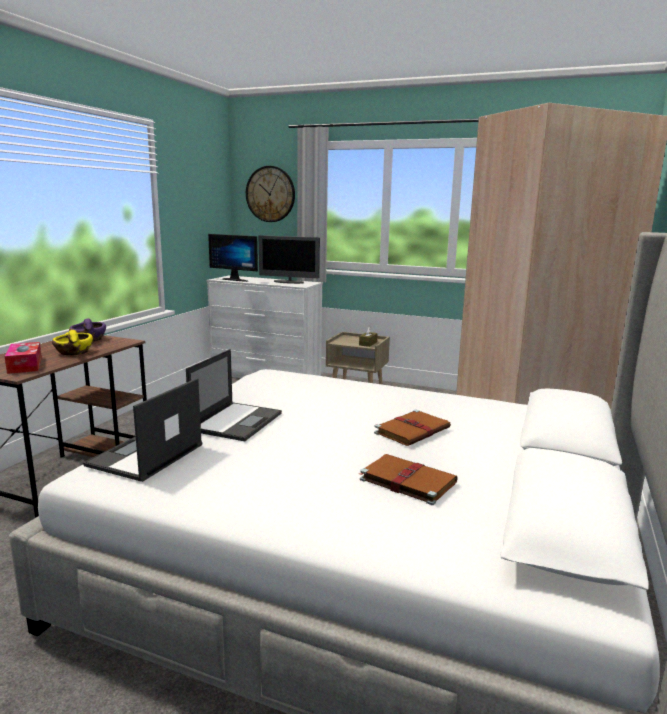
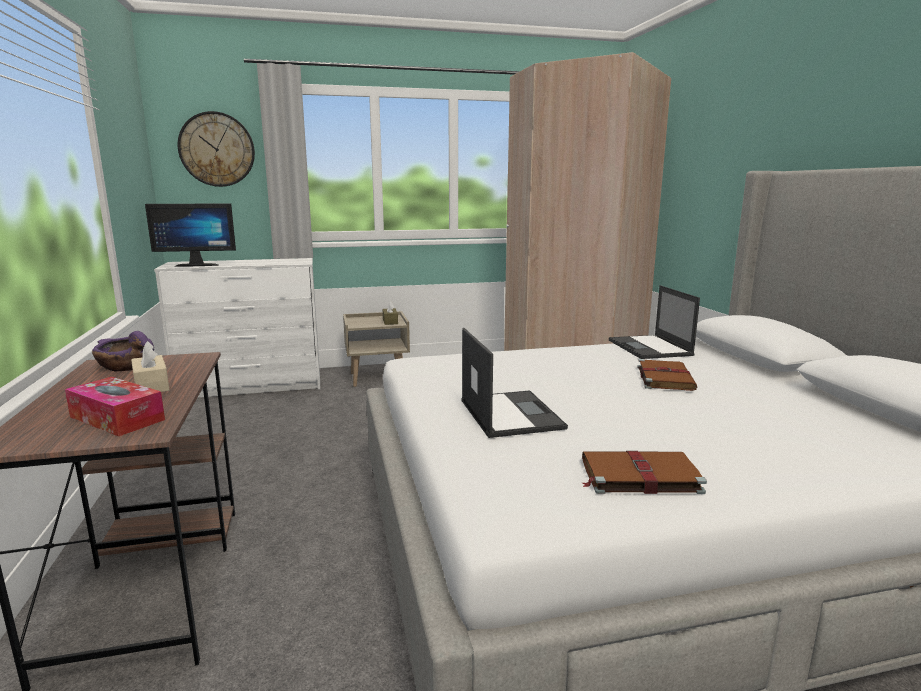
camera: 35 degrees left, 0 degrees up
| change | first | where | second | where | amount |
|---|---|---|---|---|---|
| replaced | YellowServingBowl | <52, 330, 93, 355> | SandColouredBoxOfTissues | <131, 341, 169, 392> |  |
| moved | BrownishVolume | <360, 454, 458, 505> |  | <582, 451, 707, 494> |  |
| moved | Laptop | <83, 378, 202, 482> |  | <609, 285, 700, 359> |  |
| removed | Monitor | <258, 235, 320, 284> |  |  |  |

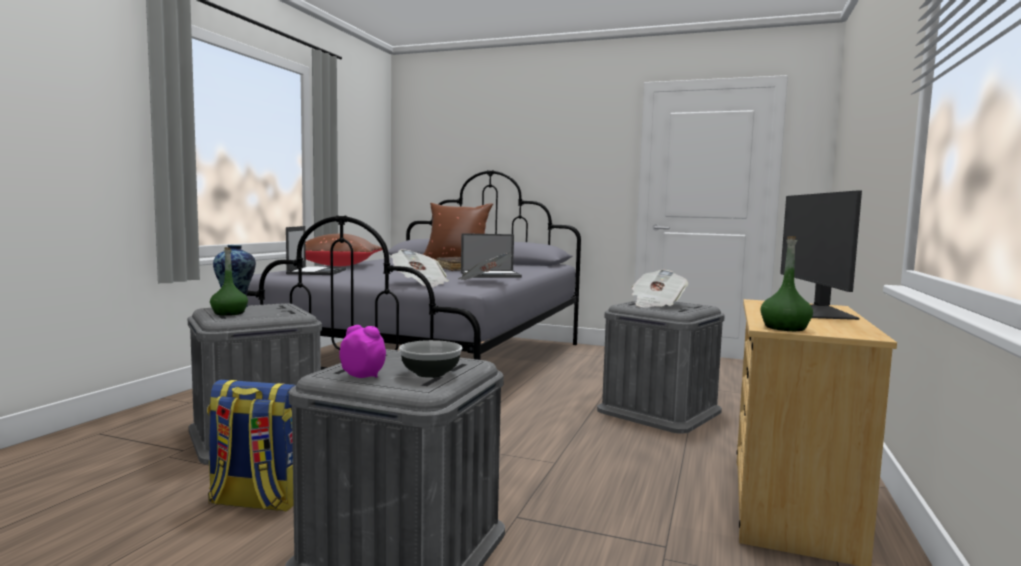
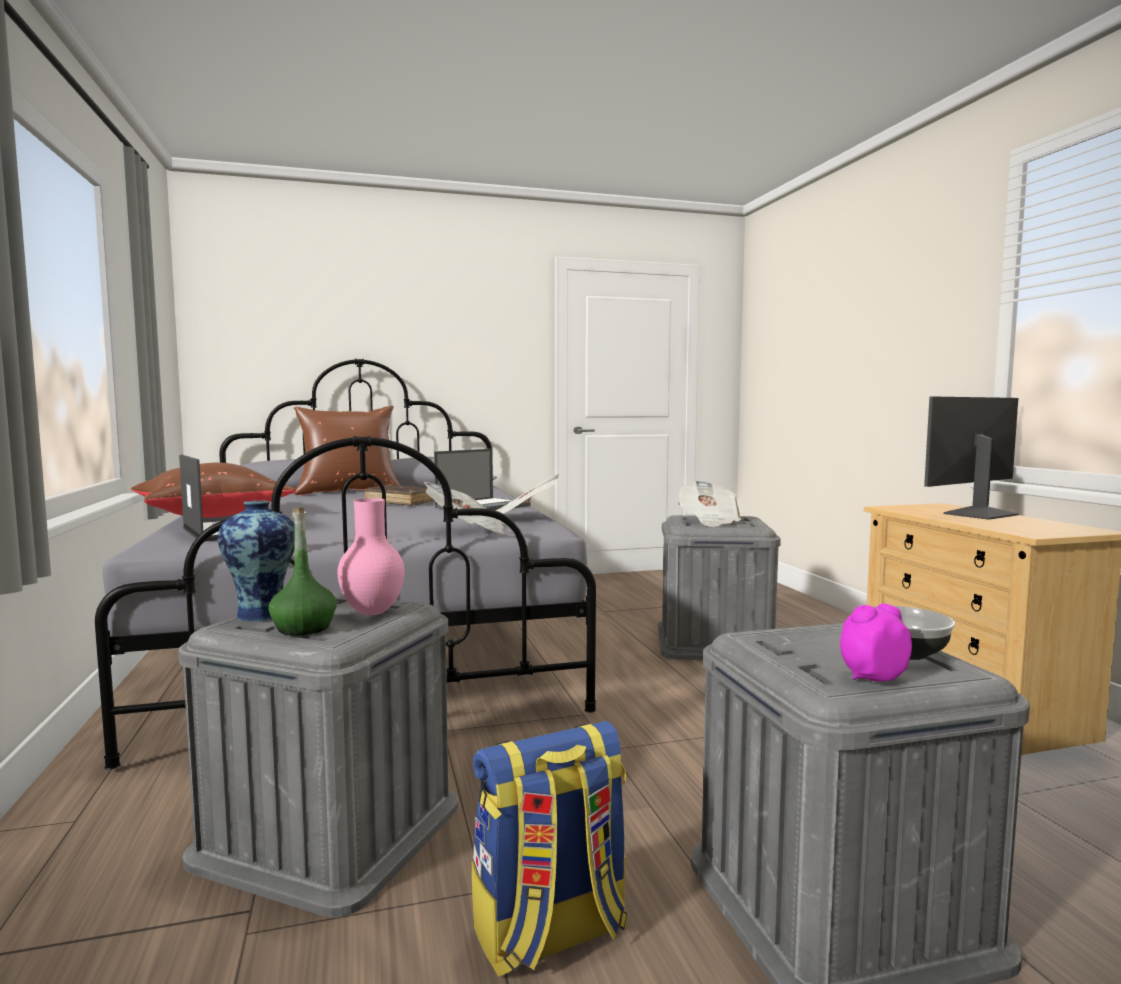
camera: 35 degrees left, 0 degrees up
| change | first | where | second | where | amount |
|---|---|---|---|---|---|
| added |  |  | PinkVase | <337, 498, 405, 615> |  |
| turned | Monitor | <780, 190, 862, 320> |  | <924, 396, 1019, 520> | 90 degrees clockwise |
| removed | GreenishBeverageBottle | <760, 236, 813, 331> |  |  |  |

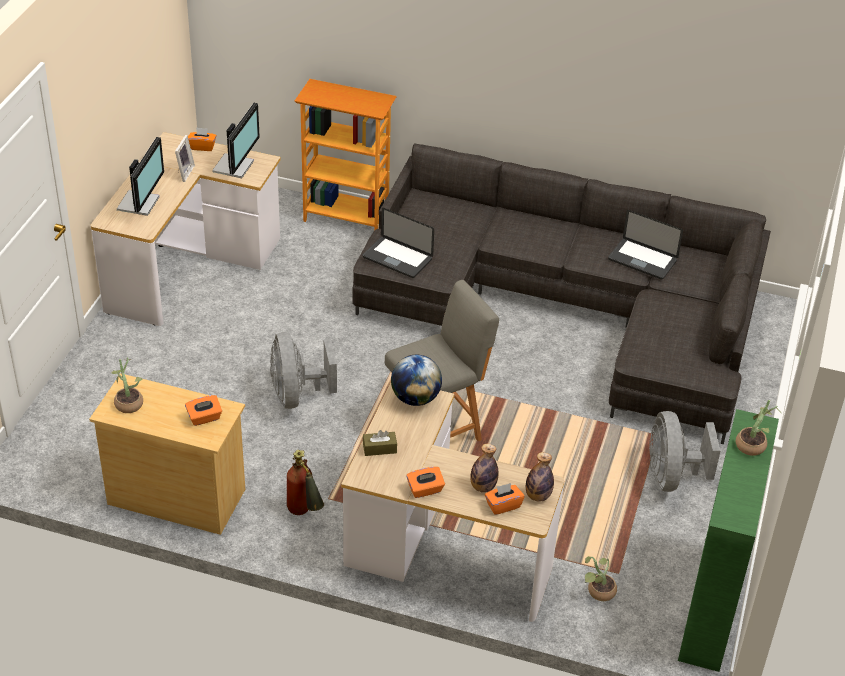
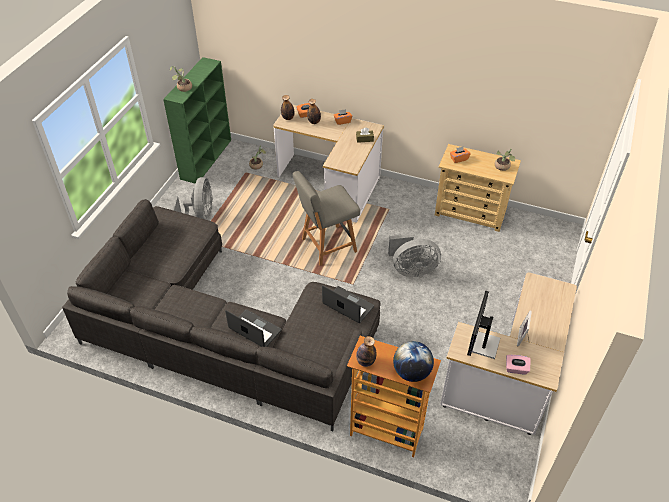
camera: 175 degrees left, 5 degrees up
| change | first | where | second | where | amount |
|---|---|---|---|---|---|
| moved | Laptop | <608, 210, 683, 280> |  | <225, 309, 281, 347> |  |
| added |  |  | BeverageBottle | <356, 336, 377, 367> |  |
| turned | GrayCoolingFan | <270, 332, 337, 409> |  | <388, 234, 441, 277> | 90 degrees clockwise |
| moved | DeskGlobe | <391, 355, 442, 406> |  | <393, 341, 434, 382> |  |
| recoloured | OrangeyBoxOfTissues | <188, 127, 217, 151> | PinkBoxOfTissues | <506, 355, 531, 375> |  |
| removed | Monitor | <117, 137, 164, 216> |  |  |  |
| removed | FireFightingCylinder | <287, 450, 324, 515> |  |  |  |

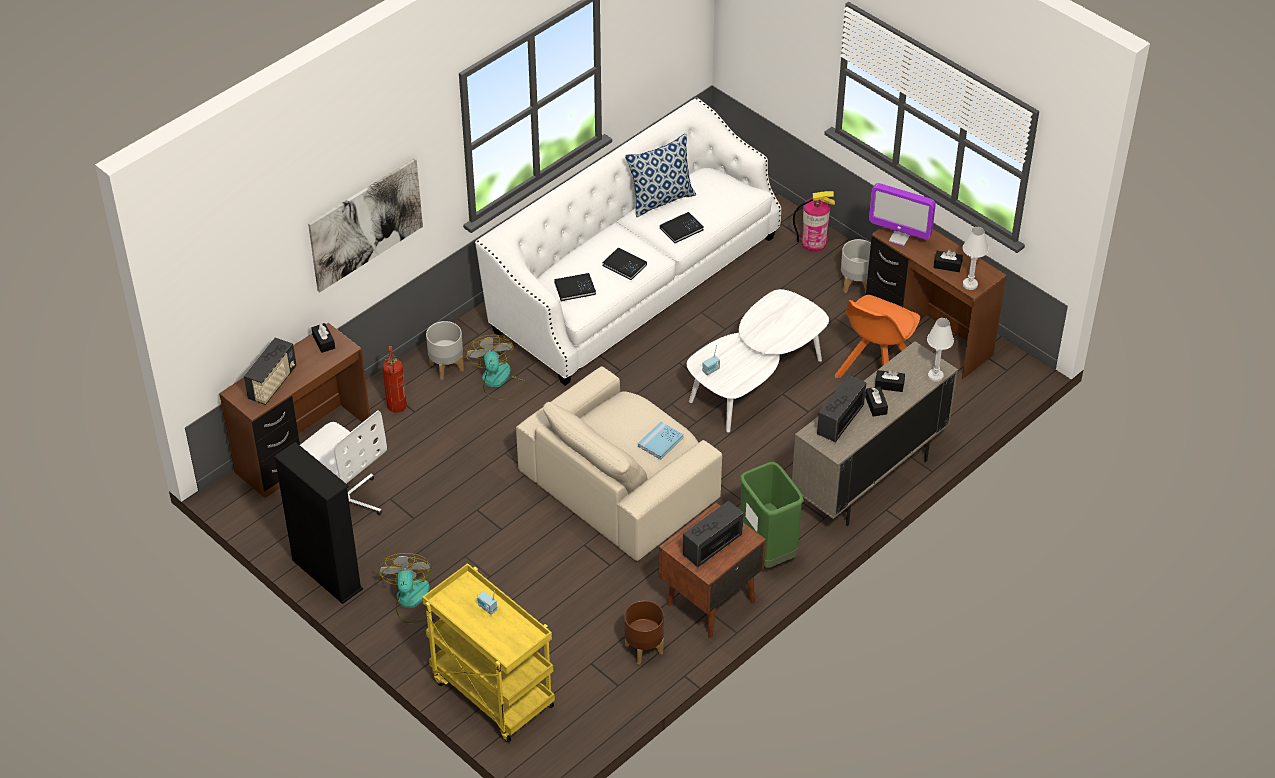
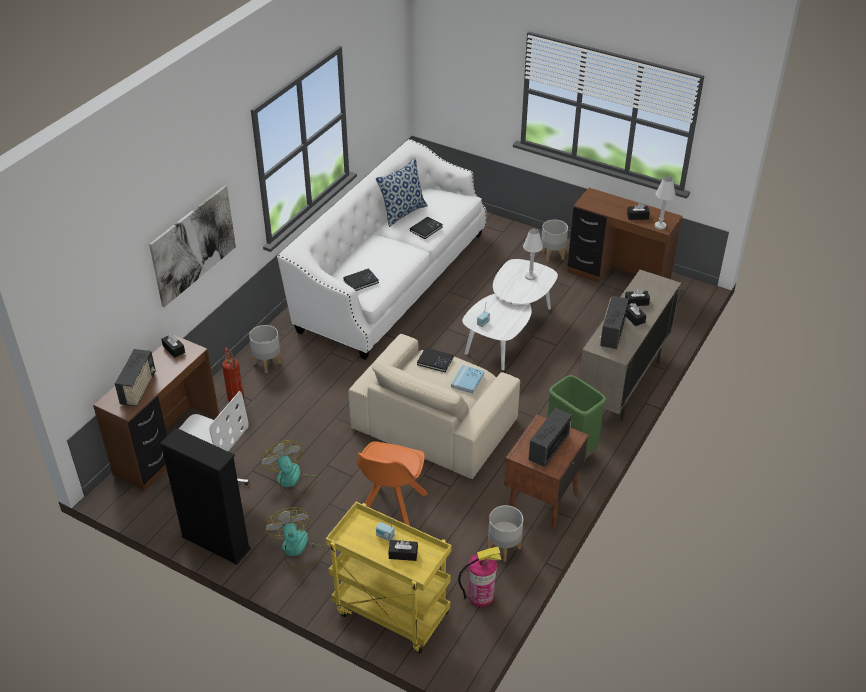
camera: 15 degrees left, 5 degrees down
| change | first | where | second | where | amount |
|---|---|---|---|---|---|
| moved | CoolingFan | <466, 335, 527, 400> |  | <261, 440, 318, 498> |  |
| moved | OrangeyPlainChair | <835, 295, 920, 378> |  | <356, 441, 428, 526> |  |
| added |  |  | BlackColouredBoxOfTissues | <388, 540, 418, 561> |  |
| moved | BlackColouredVolume | <602, 247, 647, 280> |  | <417, 348, 453, 372> |  |
| moved | FireFightingCylinder | <793, 191, 835, 252> |  | <458, 547, 502, 607> |  |
| recoloured | BrownishFlowerPot | <624, 600, 664, 664> | GrayFlowerPot | <488, 505, 523, 561> |  |
| moved | WhiteColouredLampForATable | <927, 318, 954, 382> |  | <523, 229, 543, 280> |  |
| removed | Monitor | <869, 183, 936, 246> |  |  |  |

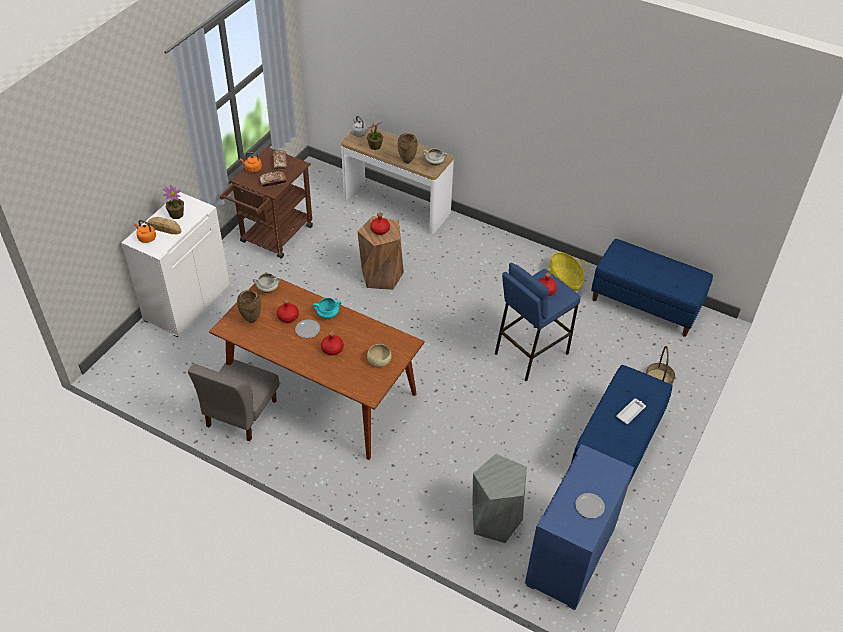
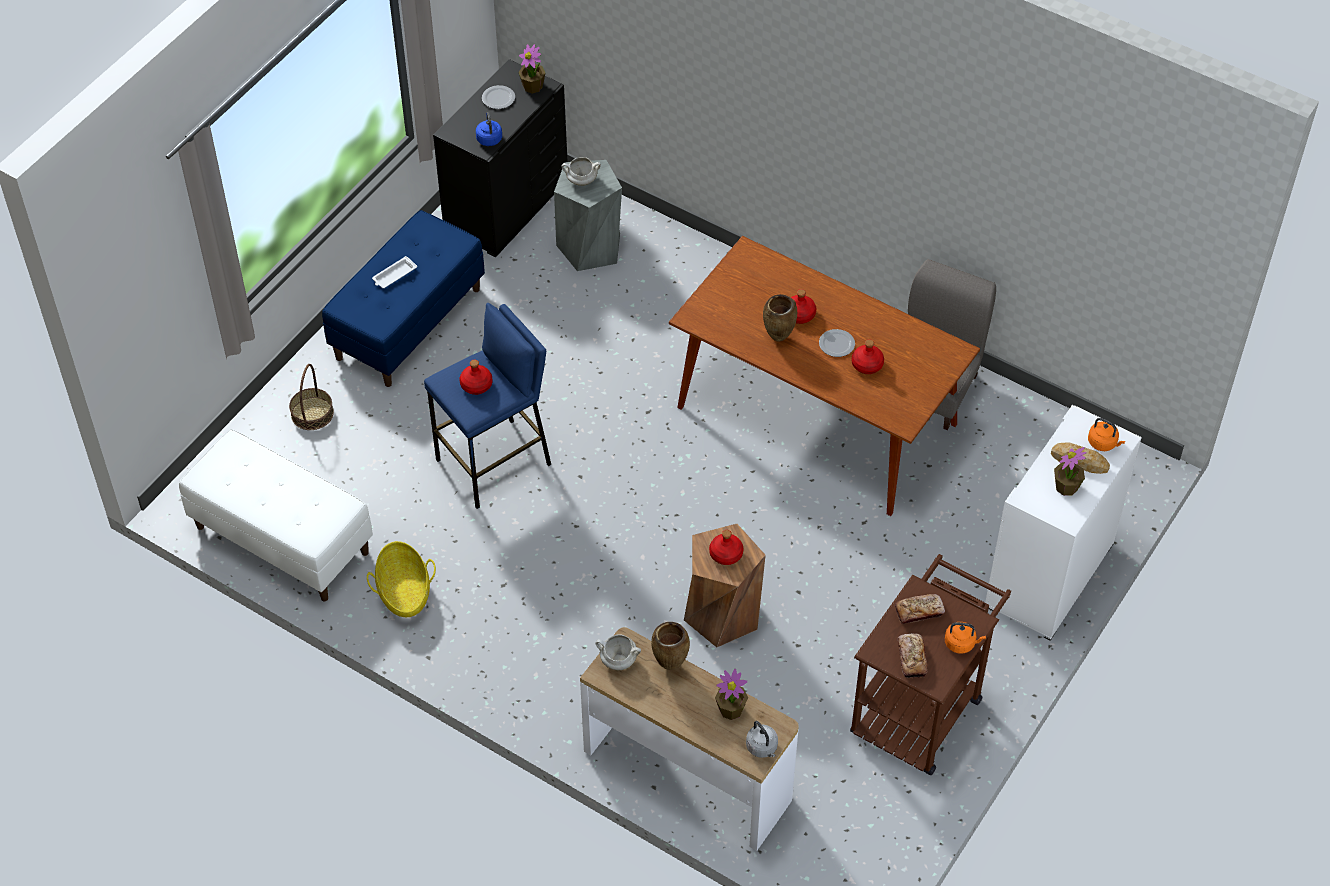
camera: 175 degrees left, 5 degrees up
| change | first | where | second | where | amount |
|---|---|---|---|---|---|
| recoloured | BlueColouredBench | <591, 239, 713, 337> | WhiteColouredBench | <179, 429, 373, 601> |  |
| recoloured | BlueColouredChestOfDrawers | <525, 444, 634, 610> | BlackColouredChestOfDrawers | <433, 59, 567, 257> |  |
| added |  |  | BlueColouredTeaKettle | <476, 112, 502, 146> |  |
| added |  |  | Houseplant | <518, 44, 545, 93> |  |
| moved | WhiteColouredSaucepot | <253, 273, 281, 293> |  | <561, 157, 601, 186> |  |
| moved | BrownishVase | <237, 290, 261, 323> |  | <763, 294, 797, 342> |  |
| removed | BlueGreenSaucepot | <313, 298, 341, 319> |  |  |  |
| removed | SandColouredServingBowl | <367, 344, 392, 367> |  |  |  |

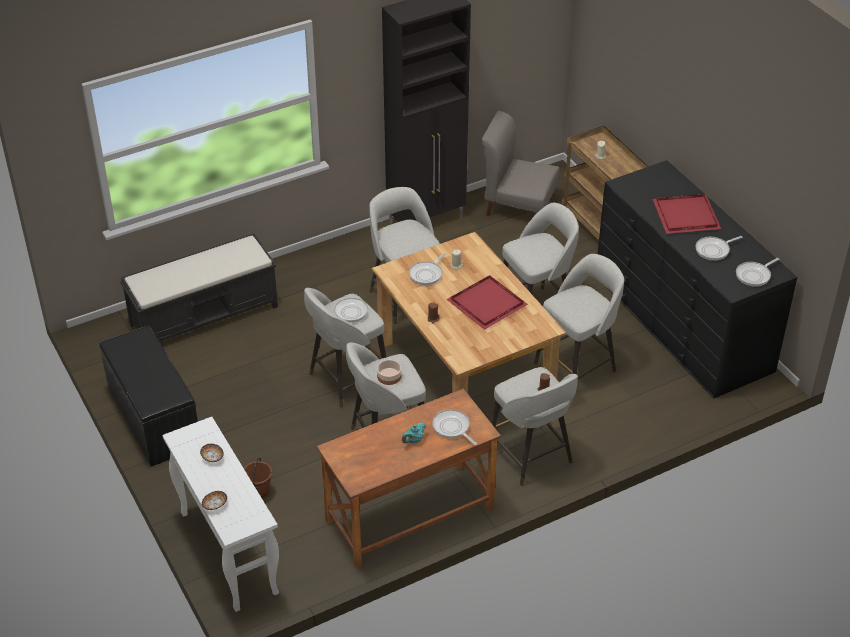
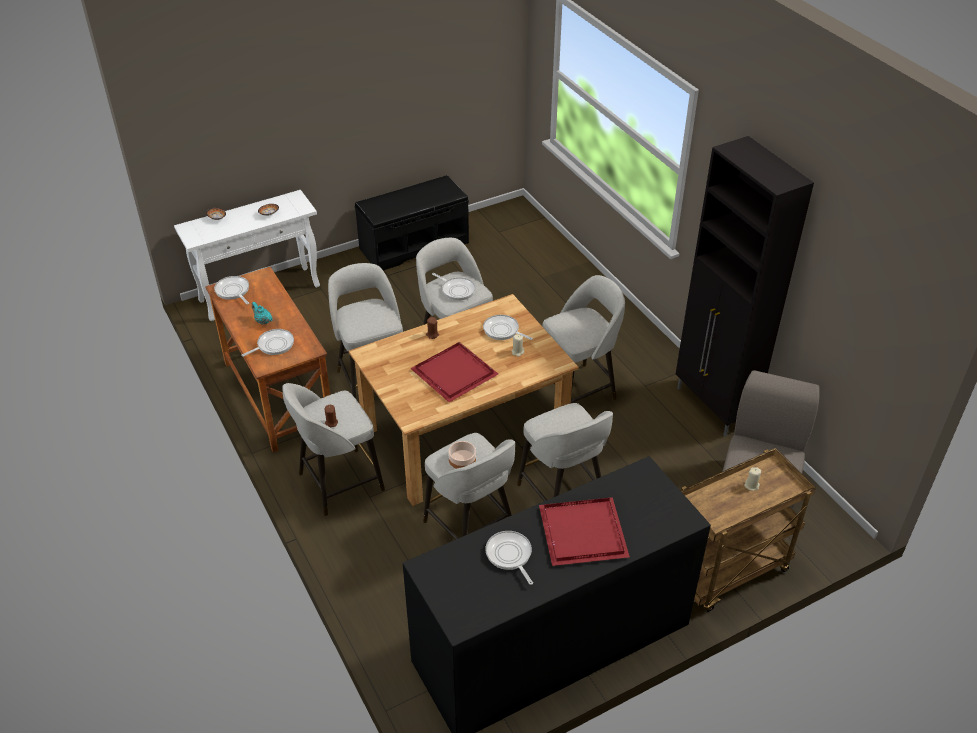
camera: 90 degrees right, 0 degrees up
| change | first | where | second | where | amount |
|---|---|---|---|---|---|
| moved | Pan | <736, 258, 779, 287> |  | <214, 276, 249, 305> |  |
| moved | ServingBowl | <377, 360, 401, 385> |  | <448, 441, 476, 469> |  |
| removed | BlackColouredBench | <120, 233, 278, 342> |  |  |  |
| removed | BrownishWaterBucket | <244, 458, 272, 499> |  |  |  |

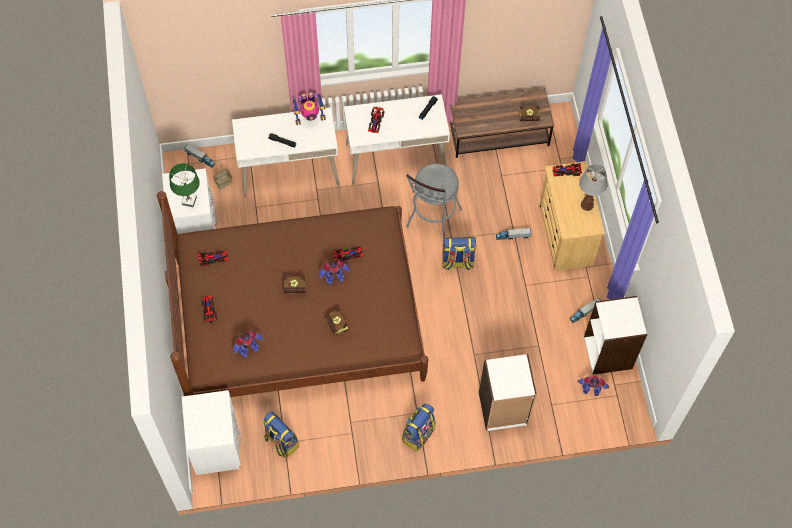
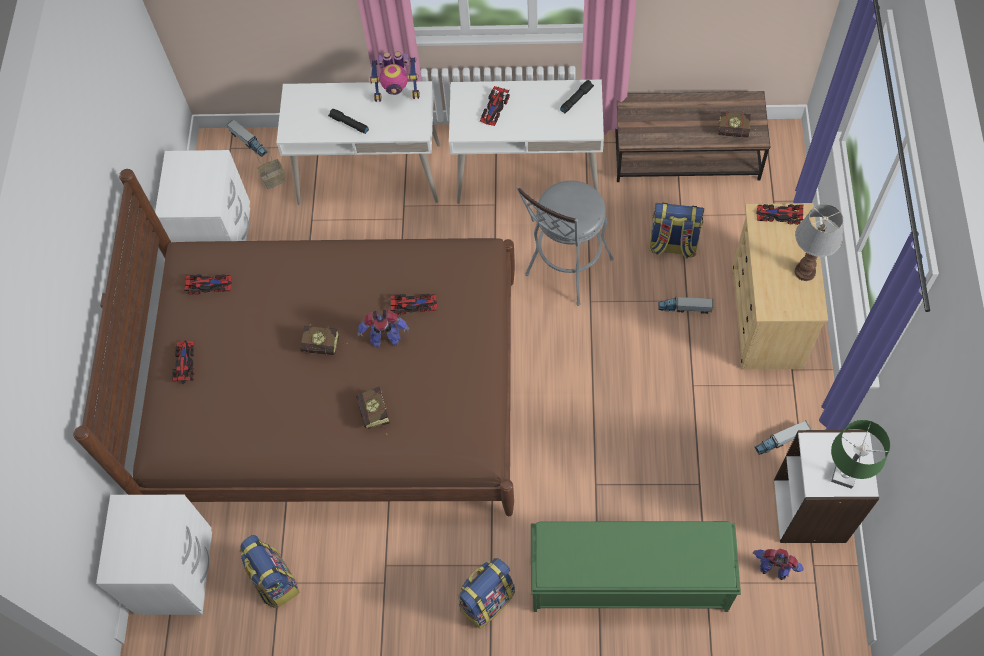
camera: 15 degrees right, 0 degrees up
| change | first | where | second | where | amount |
|---|---|---|---|---|---|
| replaced | WhiteColouredShelvingUnit | <479, 354, 537, 431> | GreenishBench | <531, 521, 741, 612> |  |
| moved | Knapsack | <442, 237, 476, 271> |  | <649, 203, 704, 259> |  |
| moved | GreenishLampForATable | <169, 163, 200, 207> |  | <831, 420, 890, 489> |  |
| removed | RobotFigure | <233, 331, 264, 358> |  |  |  |

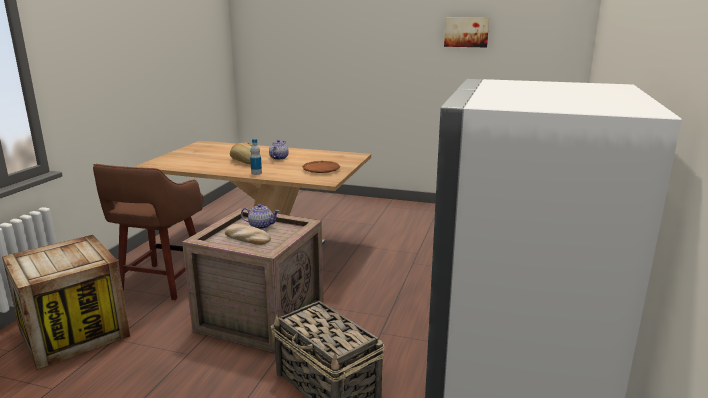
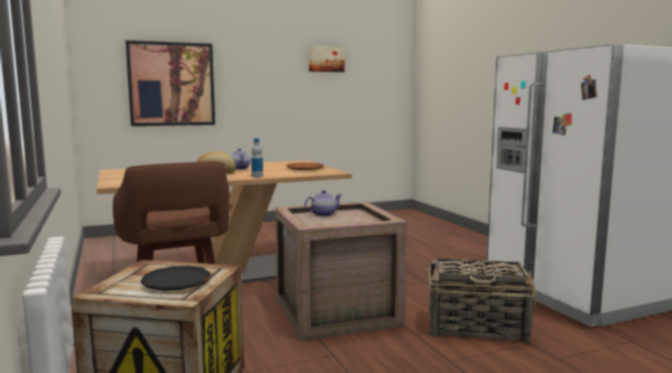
camera: 40 degrees left, 10 degrees down
| change | first | where | second | where | amount |
|---|---|---|---|---|---|
| added |  |  | Picture | <126, 40, 215, 126> |  |
| added |  |  | BlackColouredPlate | <140, 266, 210, 291> |  |
| removed | BakeryBread | <225, 224, 271, 245> |  |  |  |

